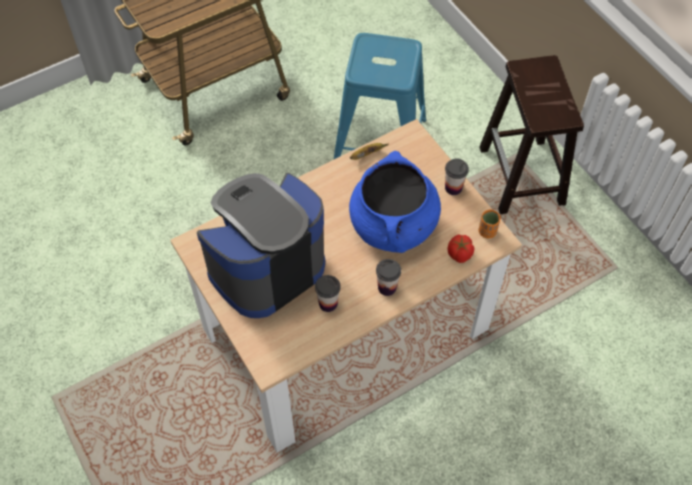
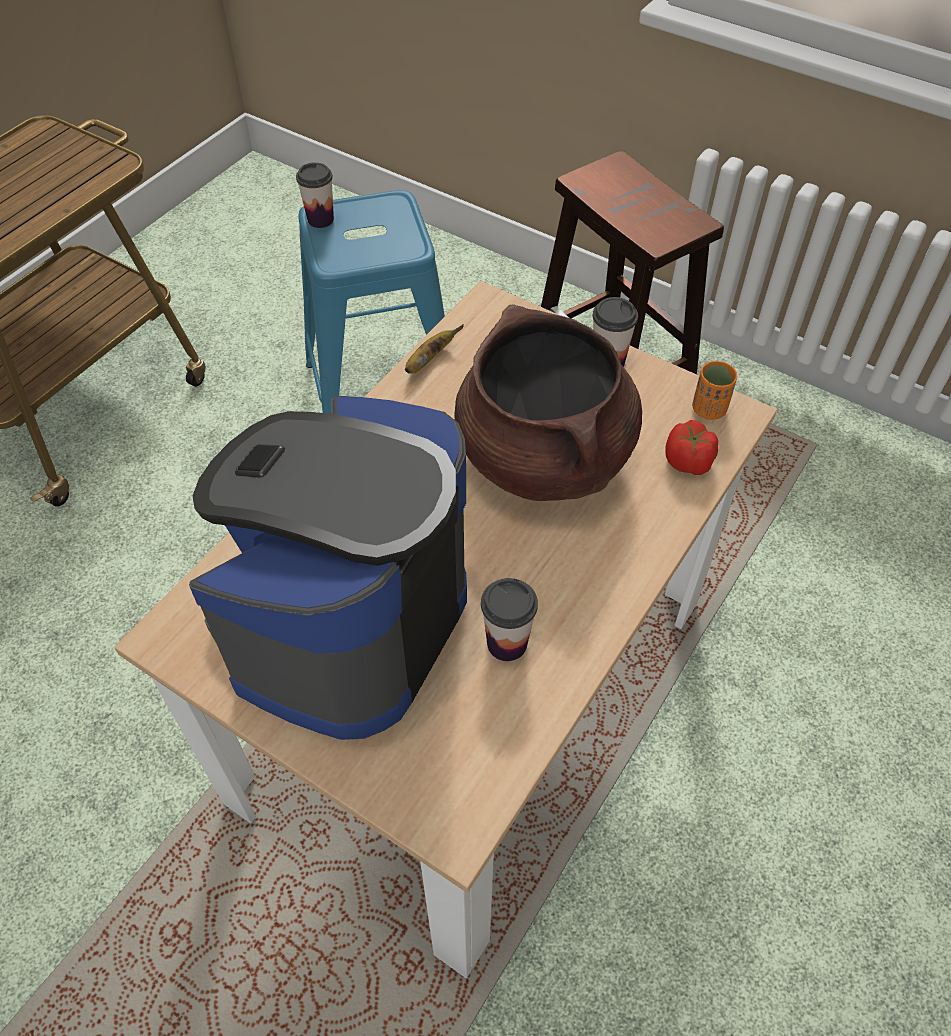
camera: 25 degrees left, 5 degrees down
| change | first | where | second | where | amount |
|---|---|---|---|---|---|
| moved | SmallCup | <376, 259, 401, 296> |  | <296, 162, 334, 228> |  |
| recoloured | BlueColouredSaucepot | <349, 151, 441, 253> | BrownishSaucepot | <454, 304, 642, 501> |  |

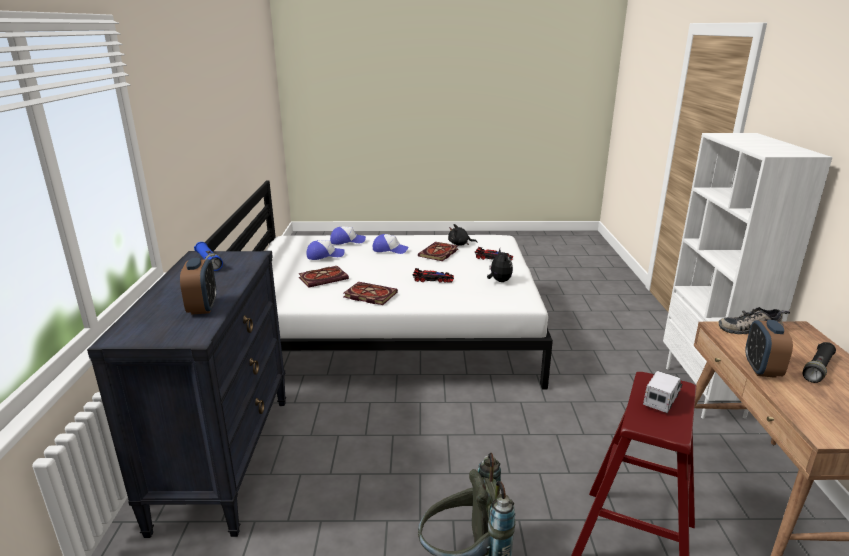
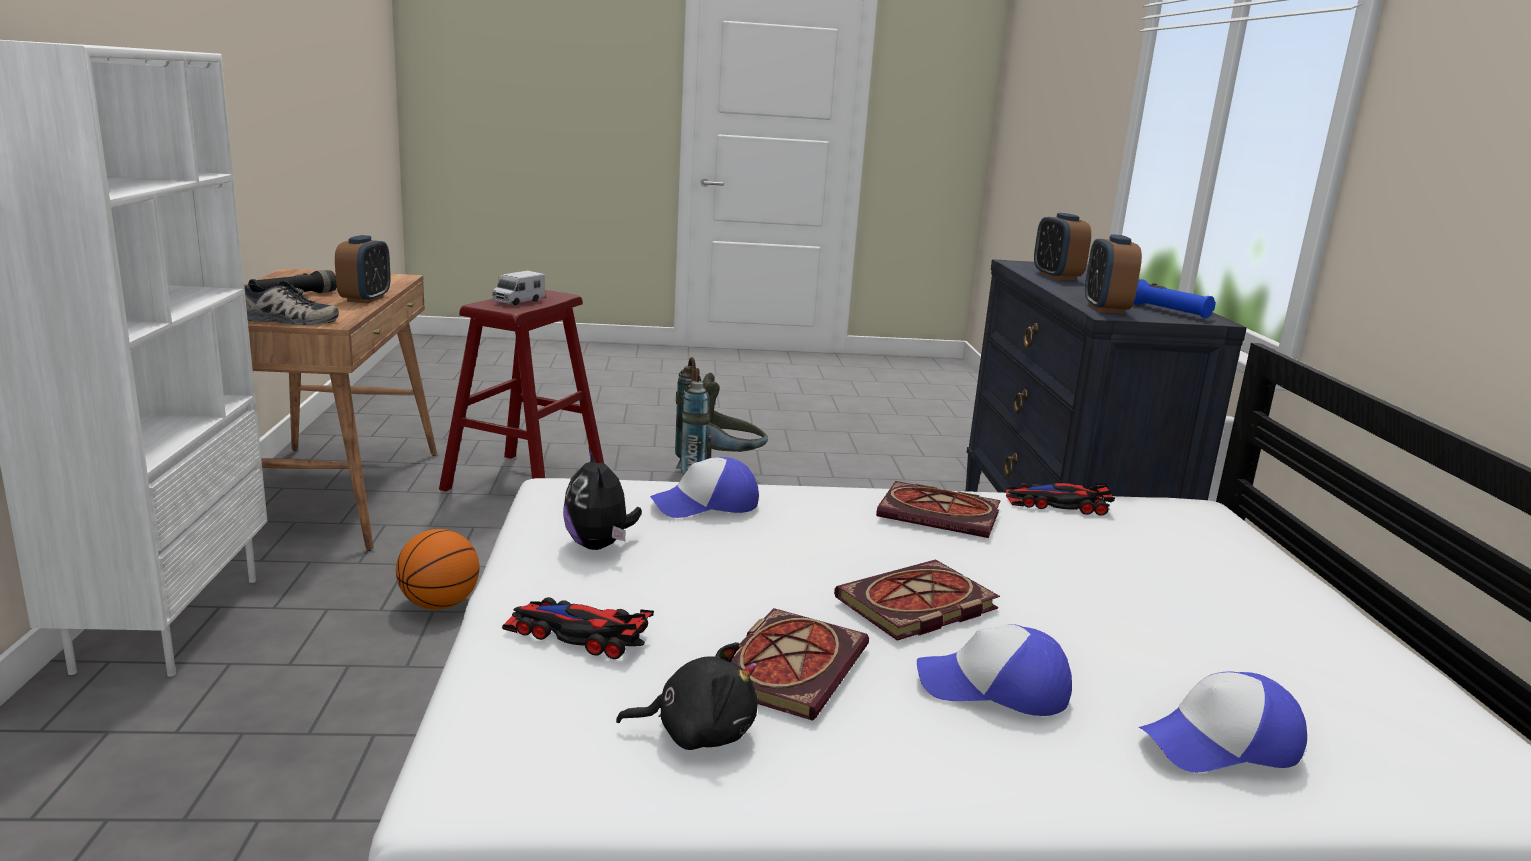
camera: 175 degrees right, 5 degrees down
| change | first | where | second | where | amount |
|---|---|---|---|---|---|
| added |  |  | BallForBasketball | <396, 529, 480, 610> |  |
| moved | BaseballCap | <306, 240, 345, 260> |  | <650, 457, 759, 518> |  |
| moved | Volume | <298, 266, 349, 288> |  | <834, 559, 1000, 641> |  |
| moved | MiniatureCar | <412, 268, 454, 283> |  | <1006, 483, 1115, 516> |  |
| added |  |  | TableClock | <1085, 234, 1142, 314> |  |

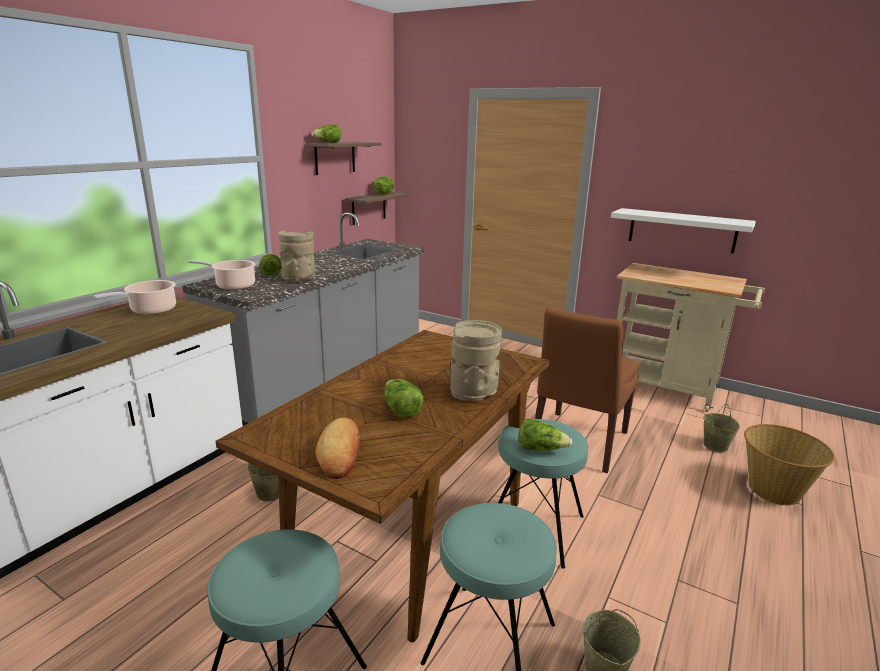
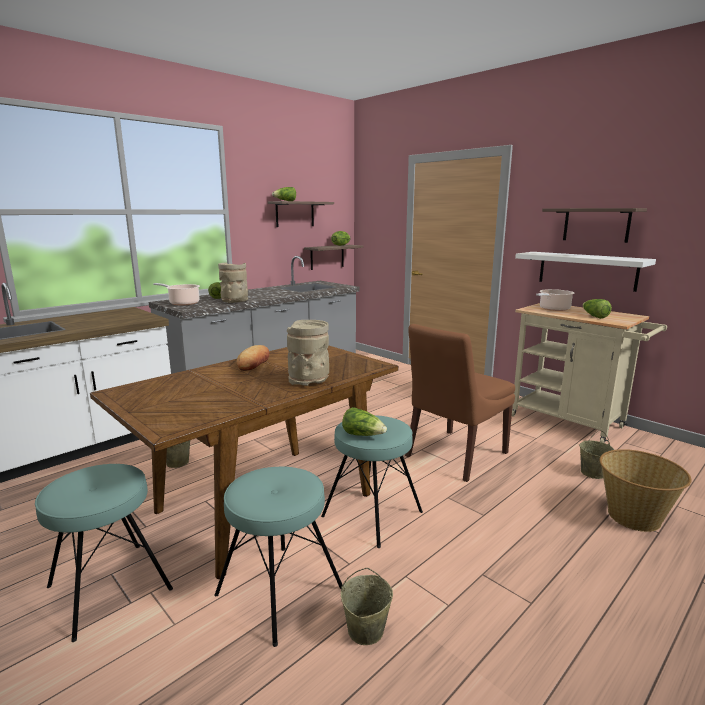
camera: 15 degrees right, 5 degrees down
| change | first | where | second | where | amount |
|---|---|---|---|---|---|
| moved | BakeryBread | <315, 418, 360, 479> |  | <237, 345, 269, 371> |  |
| moved | Saucepot | <94, 280, 176, 315> |  | <536, 289, 574, 311> |  |
| added |  |  | BracketShelf | <542, 208, 647, 243> |  |
| moved | LettuceHead | <384, 379, 423, 418> |  | <583, 299, 612, 319> |  |

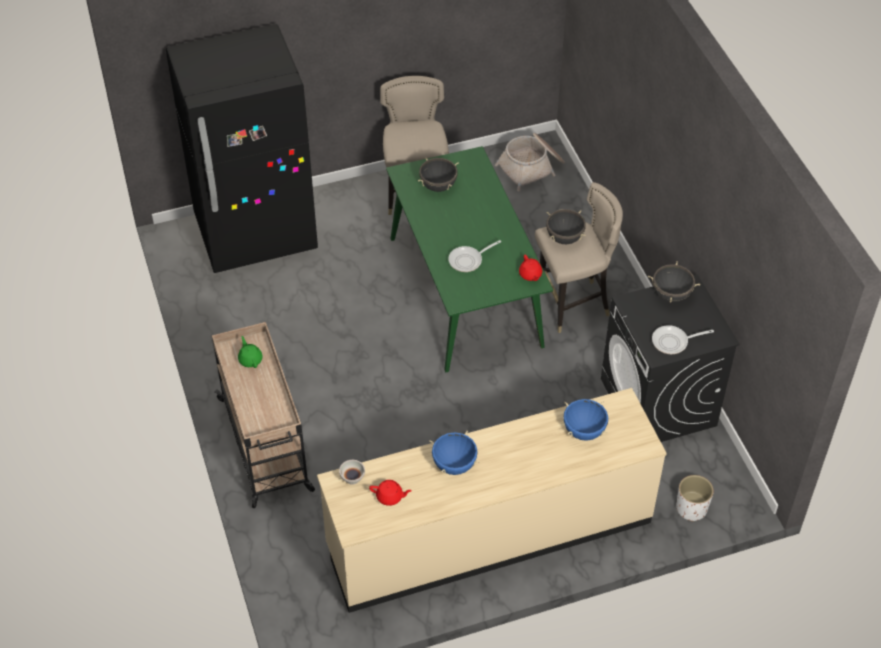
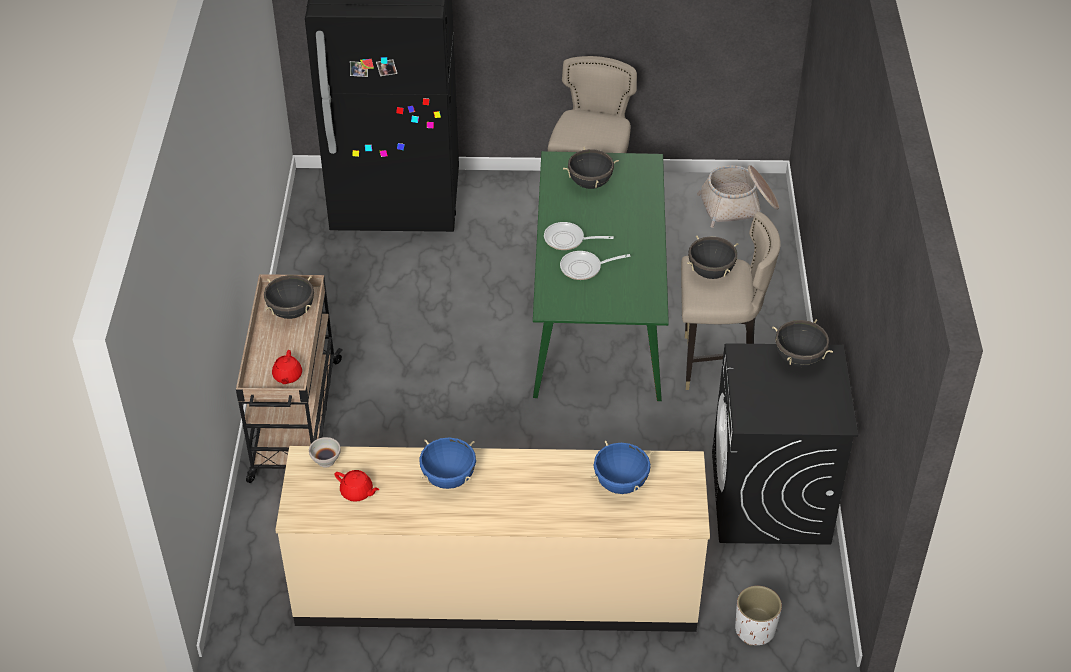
camera: 20 degrees right, 5 degrees down
| change | first | where | second | where | amount |
|---|---|---|---|---|---|
| replaced | GreenishTeapot | <238, 336, 263, 368> | BlackColouredSaucepot | <264, 275, 314, 319> |  |
| moved | ReddishTeapot | <519, 255, 542, 281> |  | <272, 350, 302, 384> |  |
| moved | Pan | <652, 325, 714, 354> |  | <544, 222, 614, 250> |  |

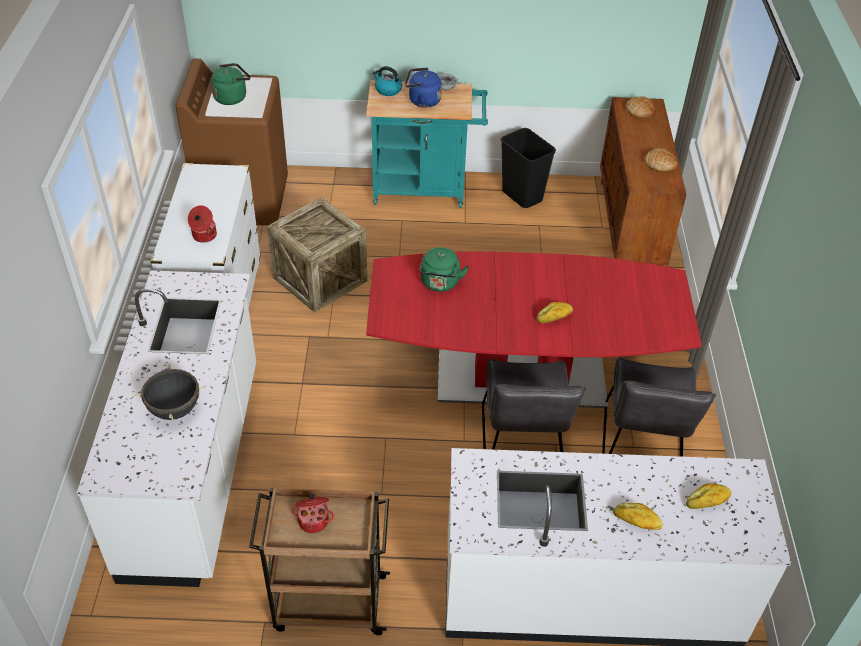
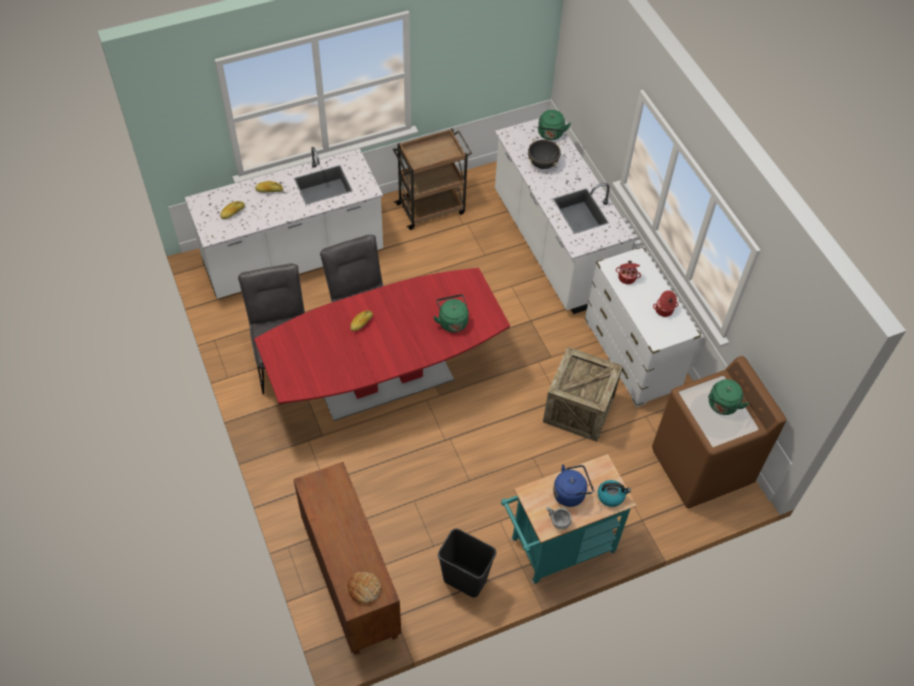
camera: 155 degrees right, 10 degrees up
| change | first | where | second | where | amount |
|---|---|---|---|---|---|
| added |  |  | GreenishTeaKettle | <538, 110, 571, 140> |  |
| moved | Saucepot | <292, 493, 334, 533> |  | <653, 290, 679, 317> |  |
| removed | BakeryBread | <645, 148, 679, 172> |  |  |  |

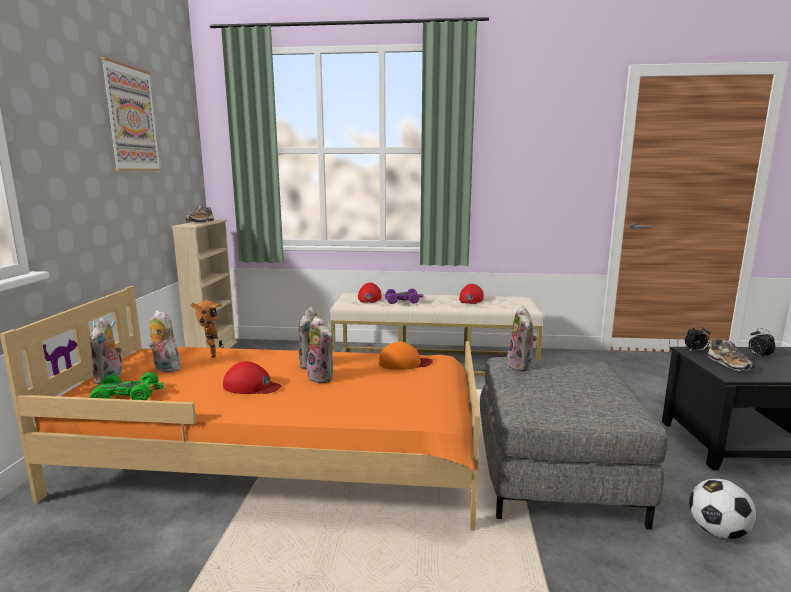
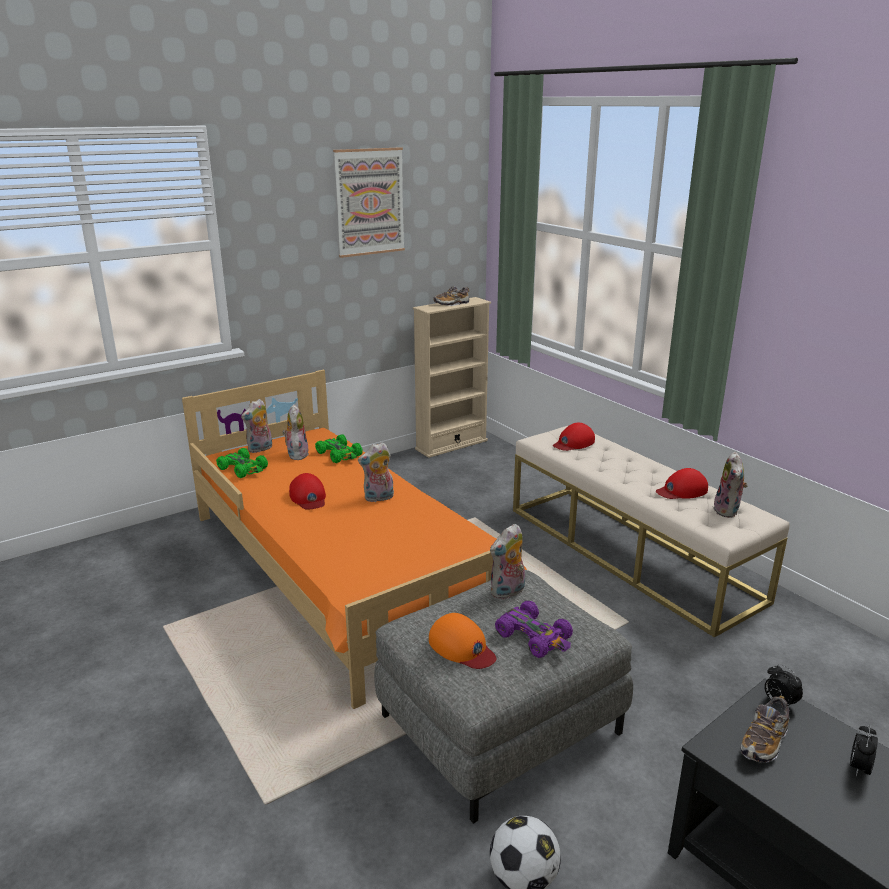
camera: 50 degrees right, 10 degrees up
| change | first | where | second | where | amount |
|---|---|---|---|---|---|
| replaced | RobotFigure | <191, 299, 222, 358> | GreenishMiniatureCar | <315, 434, 363, 463> |  |
| moved | OrangeyBaseballCap | <378, 342, 433, 370> |  | <429, 613, 496, 669> |  |
| moved | PurpleColouredMiniatureCar | <385, 289, 424, 304> |  | <495, 601, 573, 658> |  |
| moved | CuddlyToy | <307, 316, 334, 383> |  | <714, 452, 748, 518> |  |

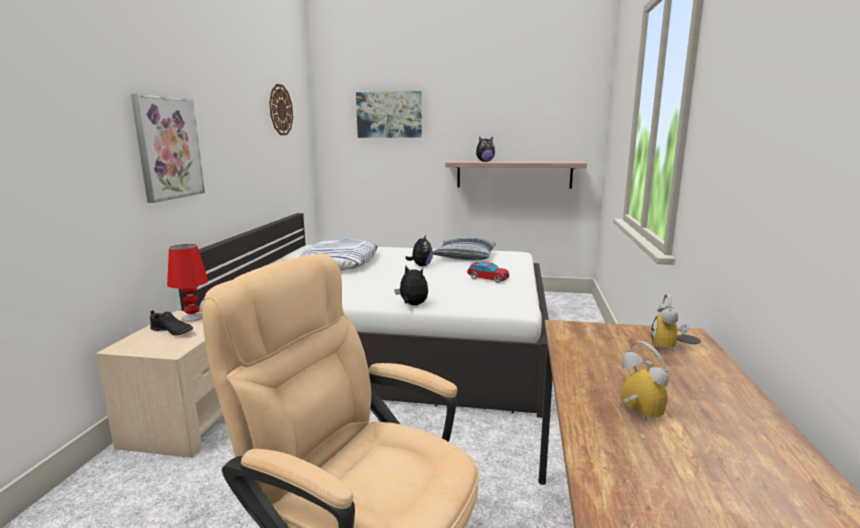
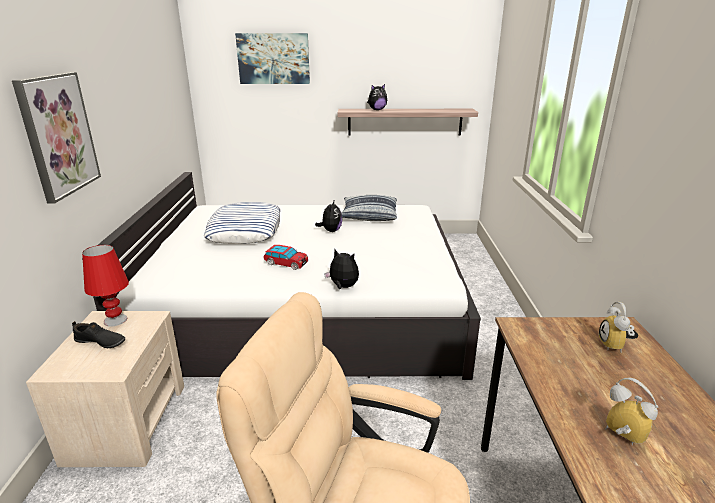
camera: 10 degrees left, 10 degrees up
| change | first | where | second | where | amount |
|---|---|---|---|---|---|
| moved | MiniatureCar | <467, 262, 509, 283> |  | <263, 245, 308, 270> |  |
| removed | HangingClock | <269, 84, 293, 135> |  |  |  |

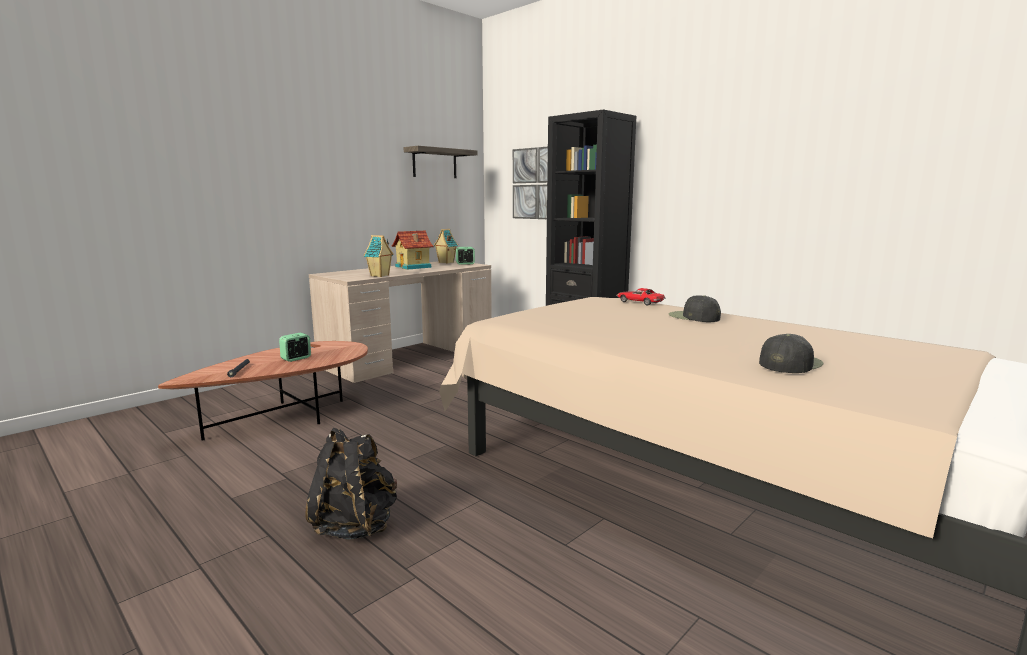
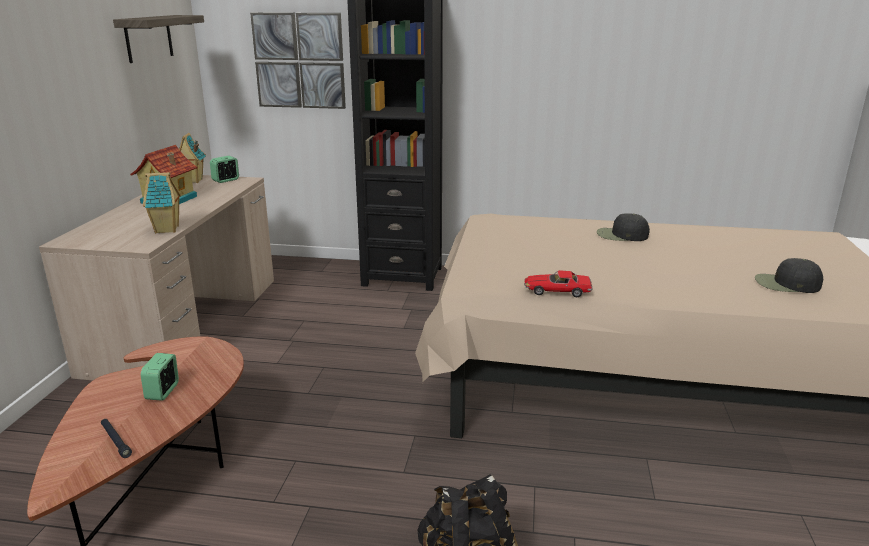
camera: 35 degrees left, 10 degrees up
| change | first | where | second | where | amount |
|---|---|---|---|---|---|
| moved | MiniatureCar | <616, 288, 666, 305> |  | <524, 270, 593, 297> |  |
| turned | BlackColouredBaseballCap | <759, 334, 824, 373> |  | <755, 258, 823, 293> | 90 degrees counterclockwise |

